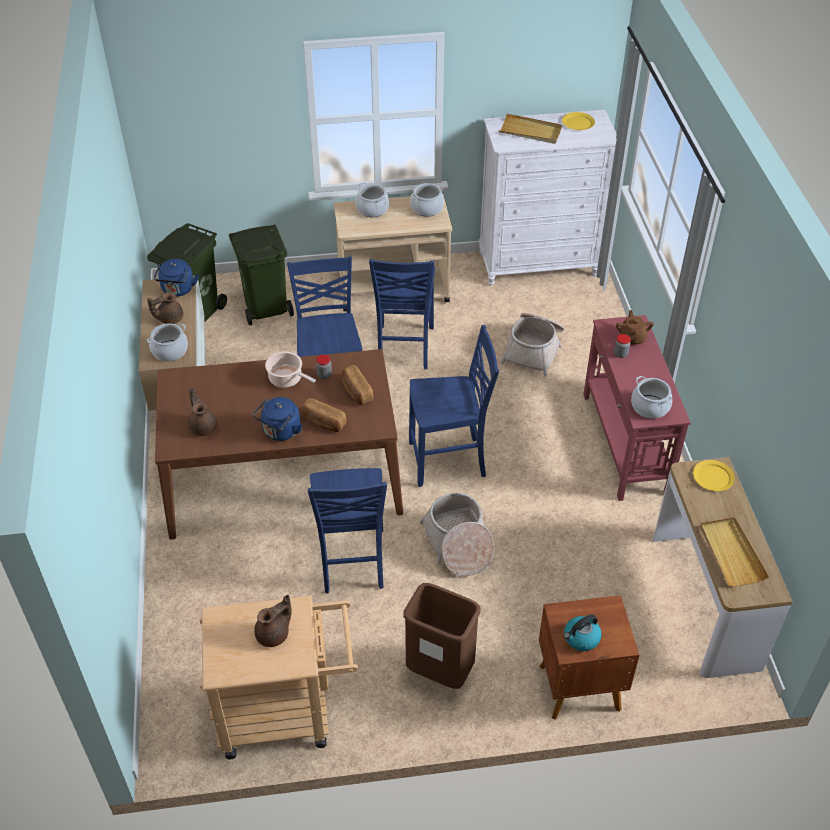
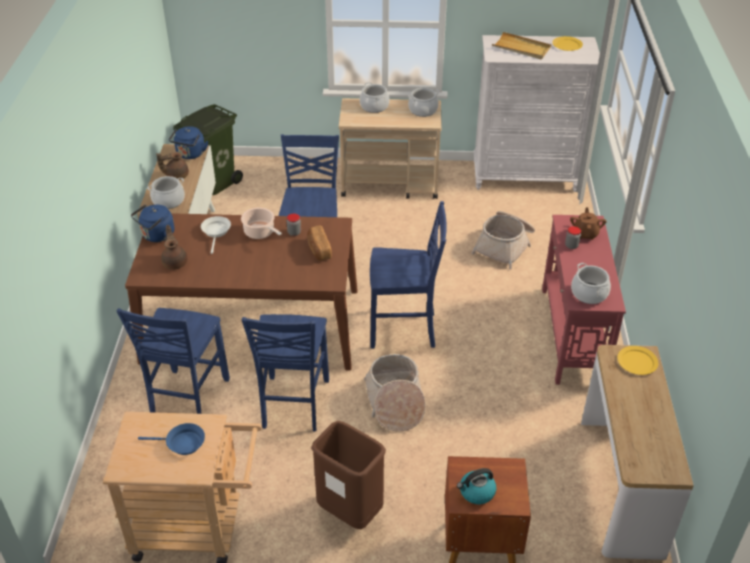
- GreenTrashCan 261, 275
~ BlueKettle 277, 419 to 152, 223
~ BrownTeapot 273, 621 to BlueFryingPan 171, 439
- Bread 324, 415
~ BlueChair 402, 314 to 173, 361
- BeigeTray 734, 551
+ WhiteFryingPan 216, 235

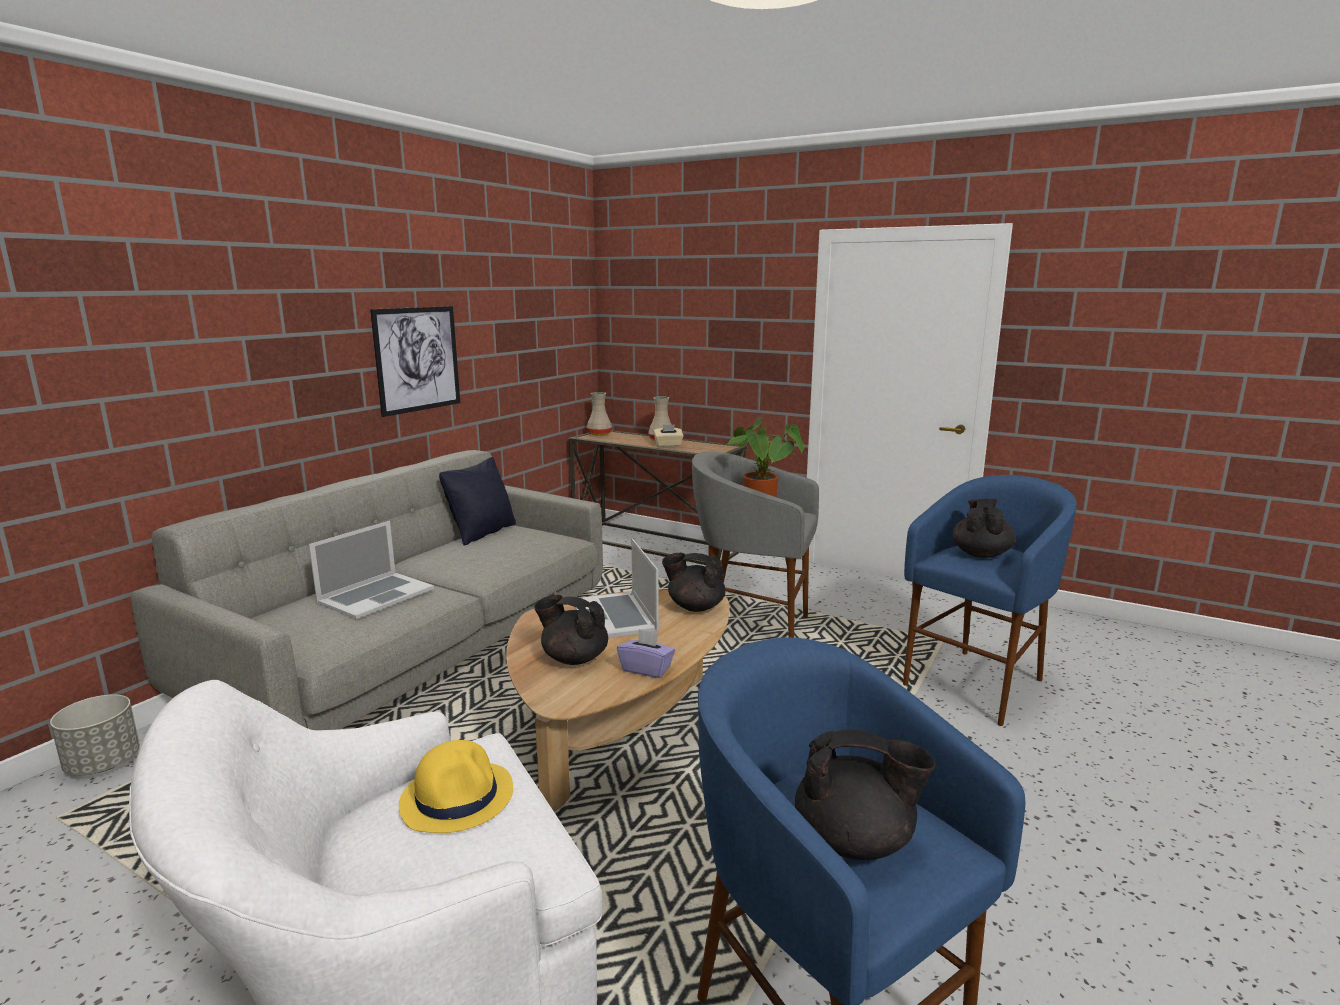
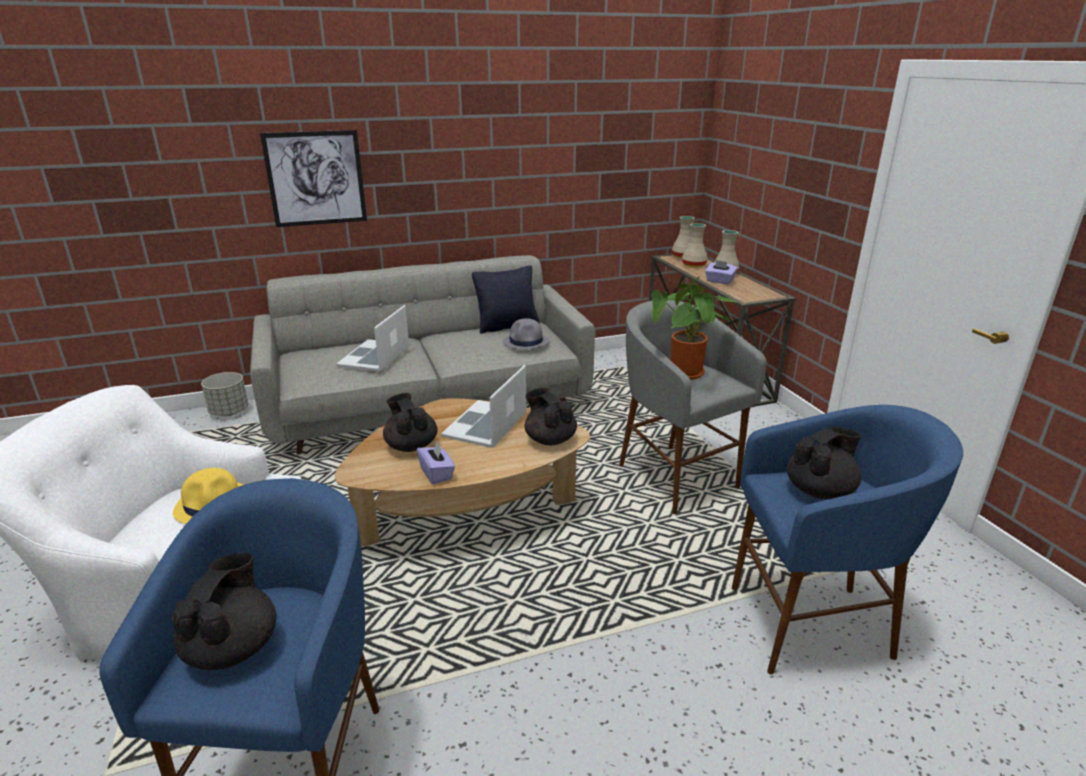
~ Laptop 371, 570 = 372, 338 120 degrees clockwise
~ Picture 415, 361 to 313, 178
~ BeigeTissueBox 668, 435 to PurpleTissueBox 721, 272
~ BlackTeapot 865, 794 = 223, 611 135 degrees counterclockwise
+ GreyHat 526, 334
+ BeigeVase 695, 245

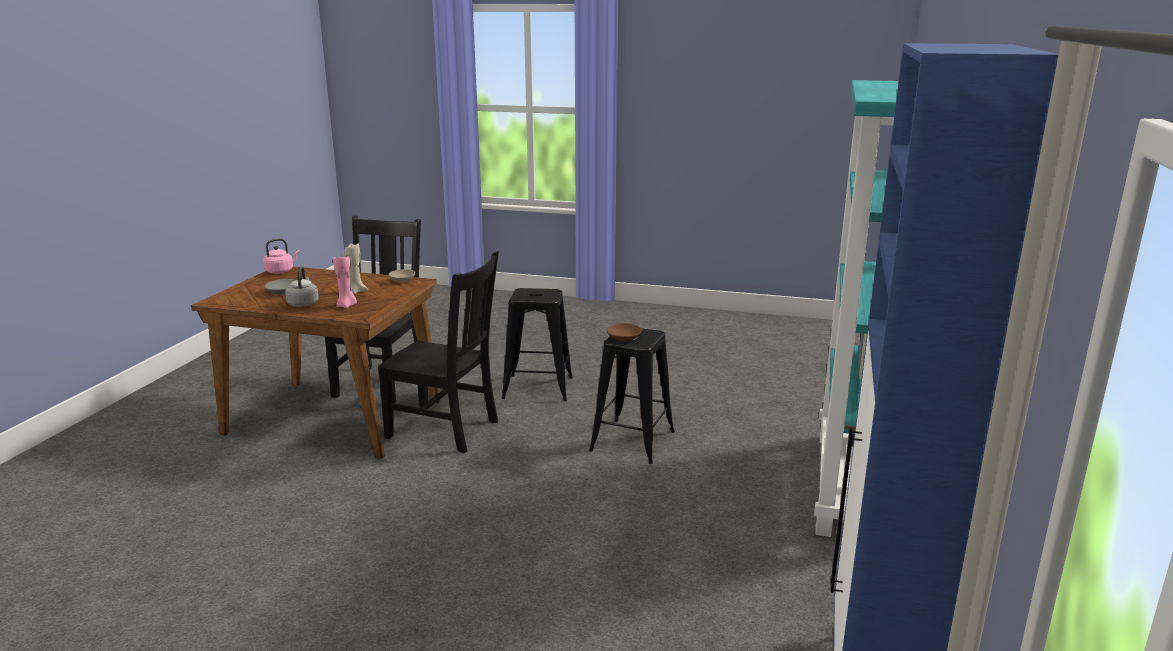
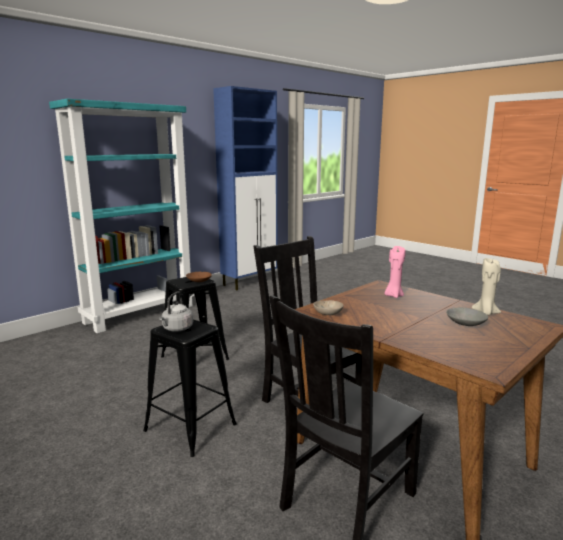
- PinkKettle 281, 256
~ GreyKettle 302, 286 to 176, 312
~ BeigeCandle 356, 268 to 486, 286

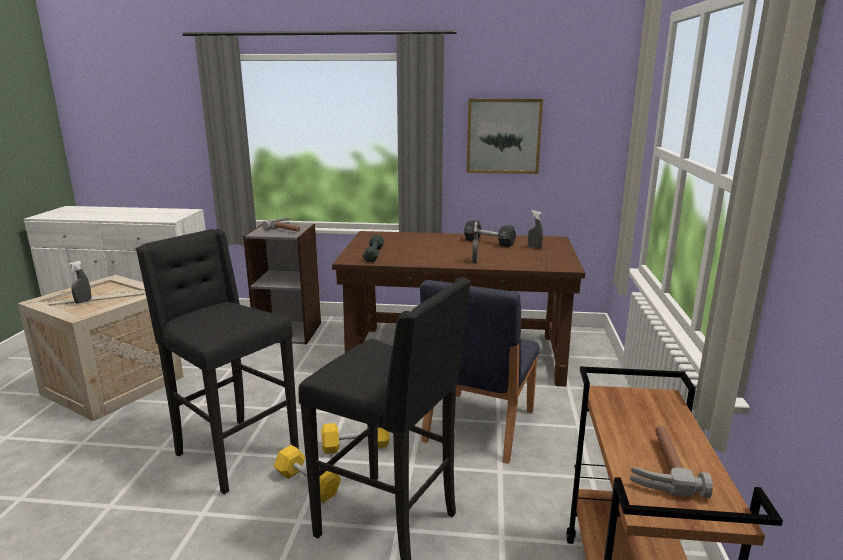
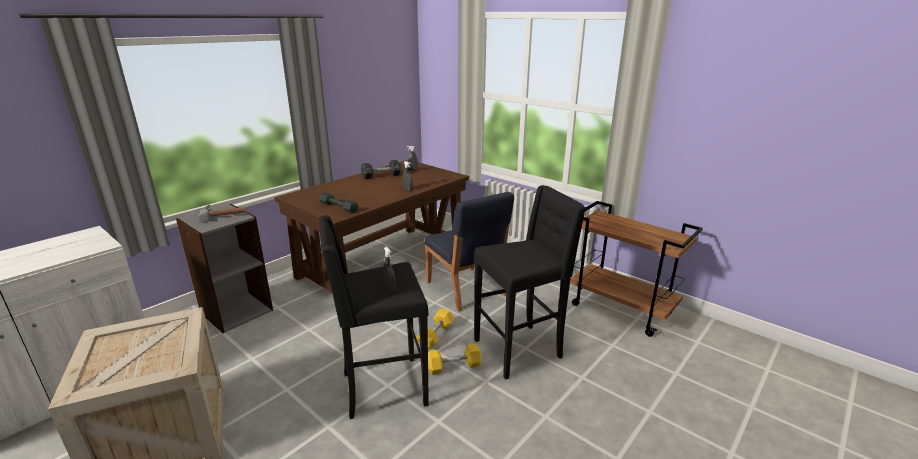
~ GreySprayBottle 80, 282 to 389, 269
- Picture 505, 136
- Hammer 671, 462

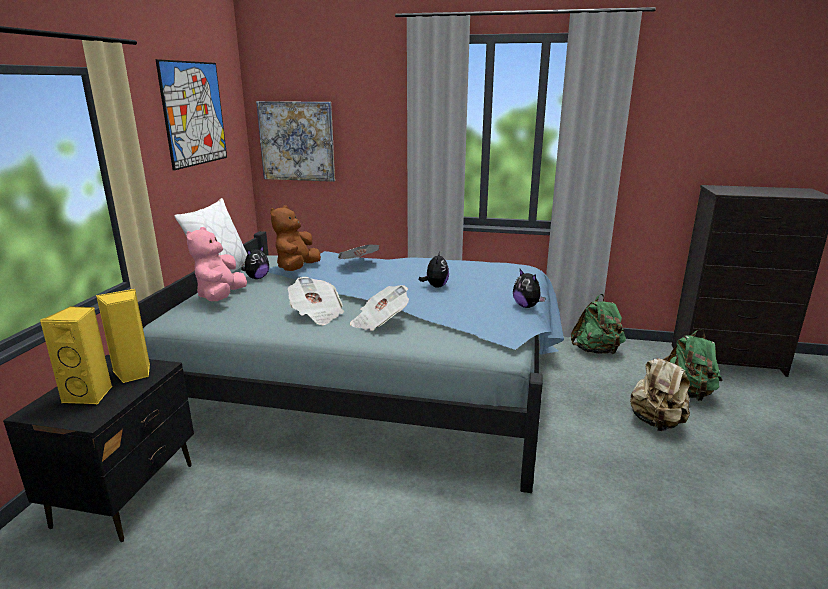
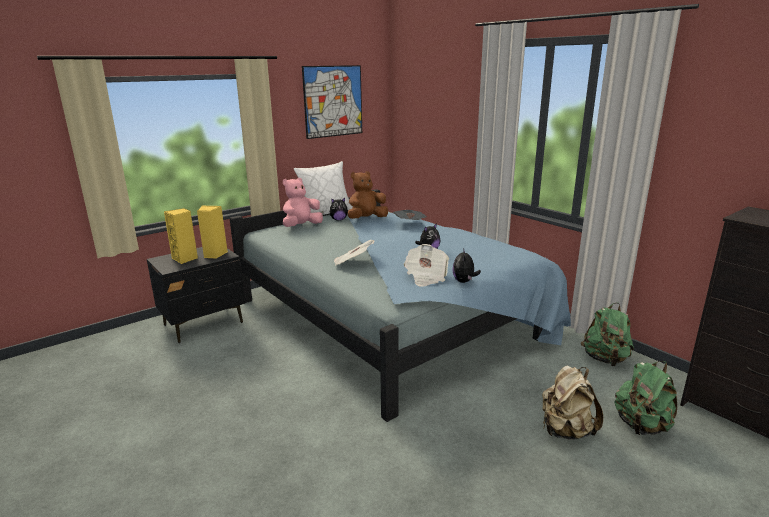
- Picture 295, 141
~ Newspaper 316, 301 to 426, 265

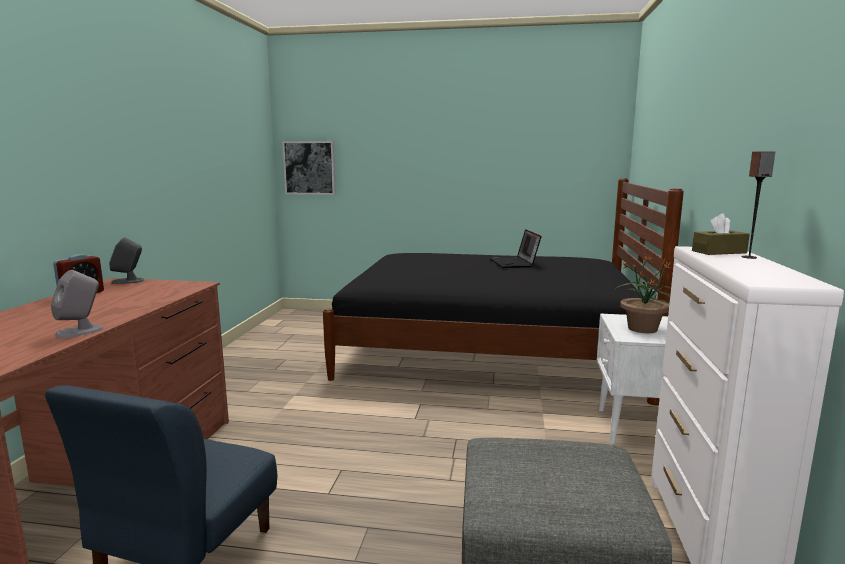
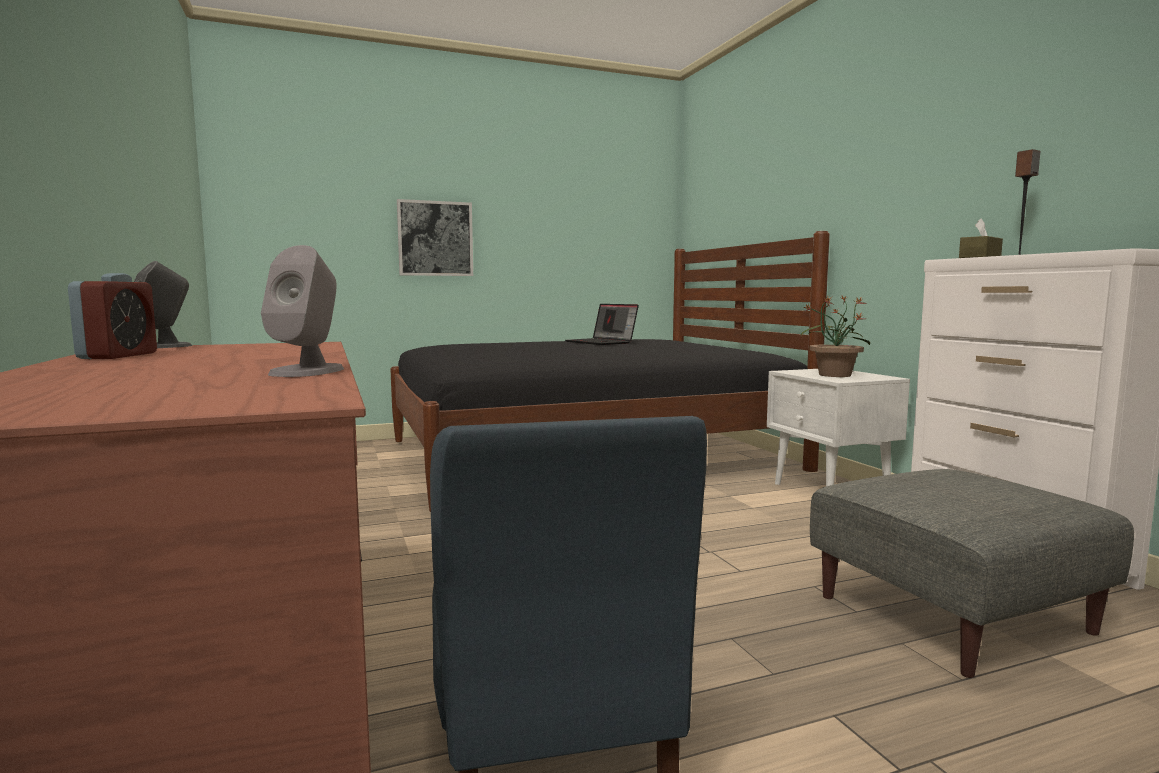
~ Picture 309, 168 to 435, 237

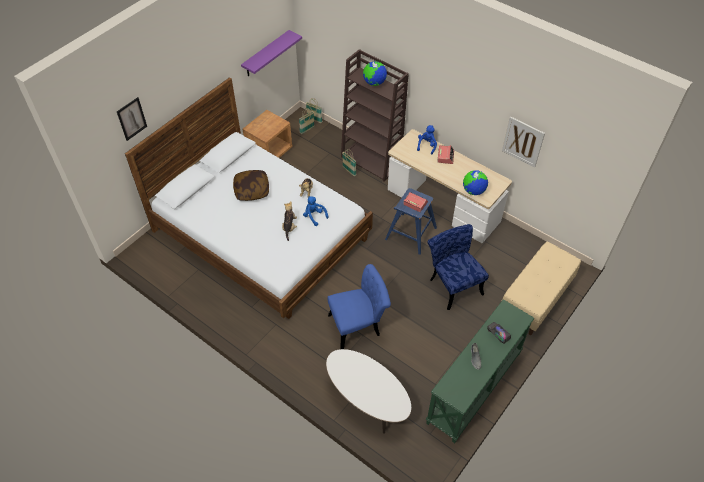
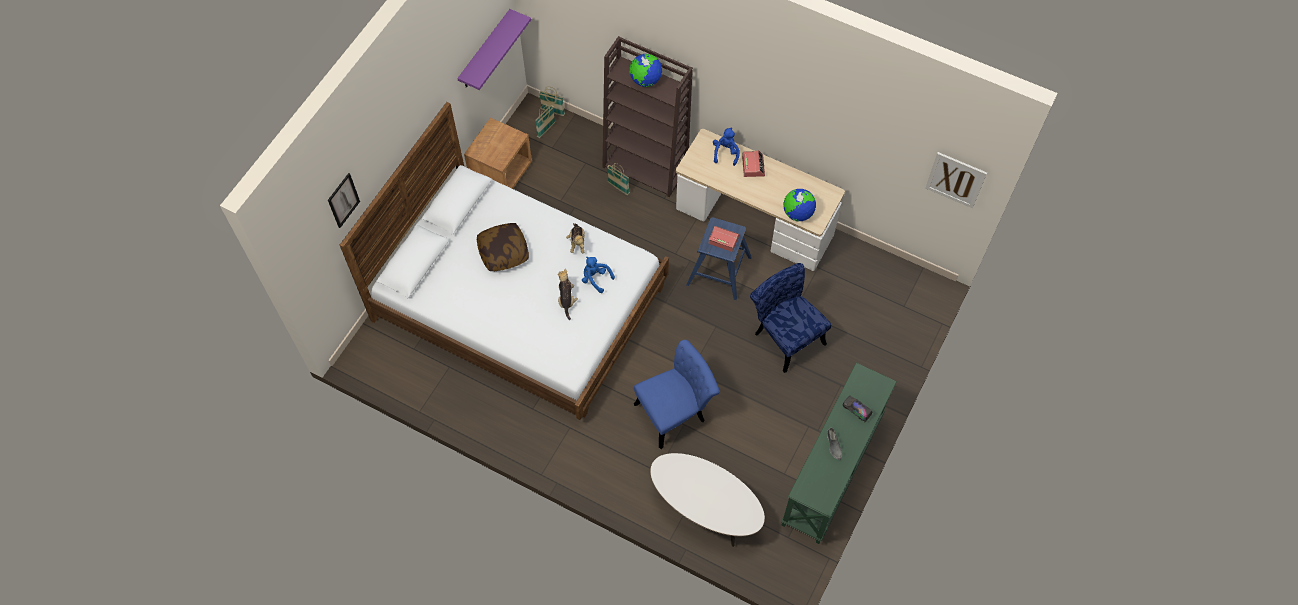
~ Picture 523, 141 to 956, 180
- BeigeBench 541, 288

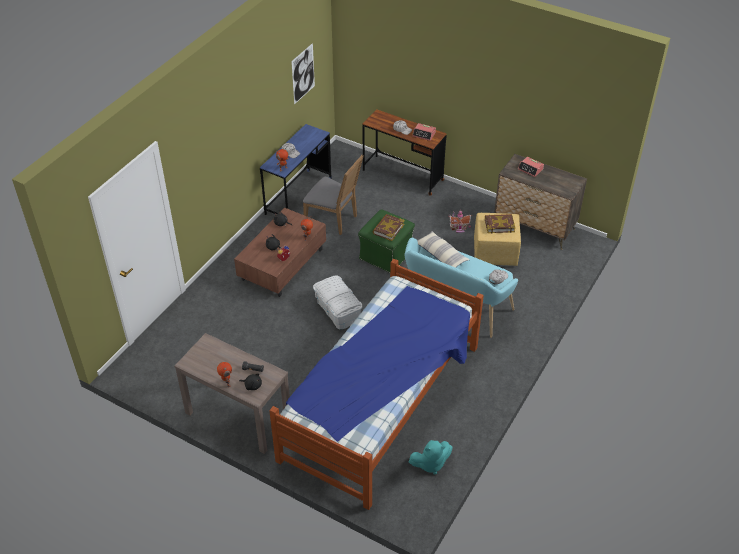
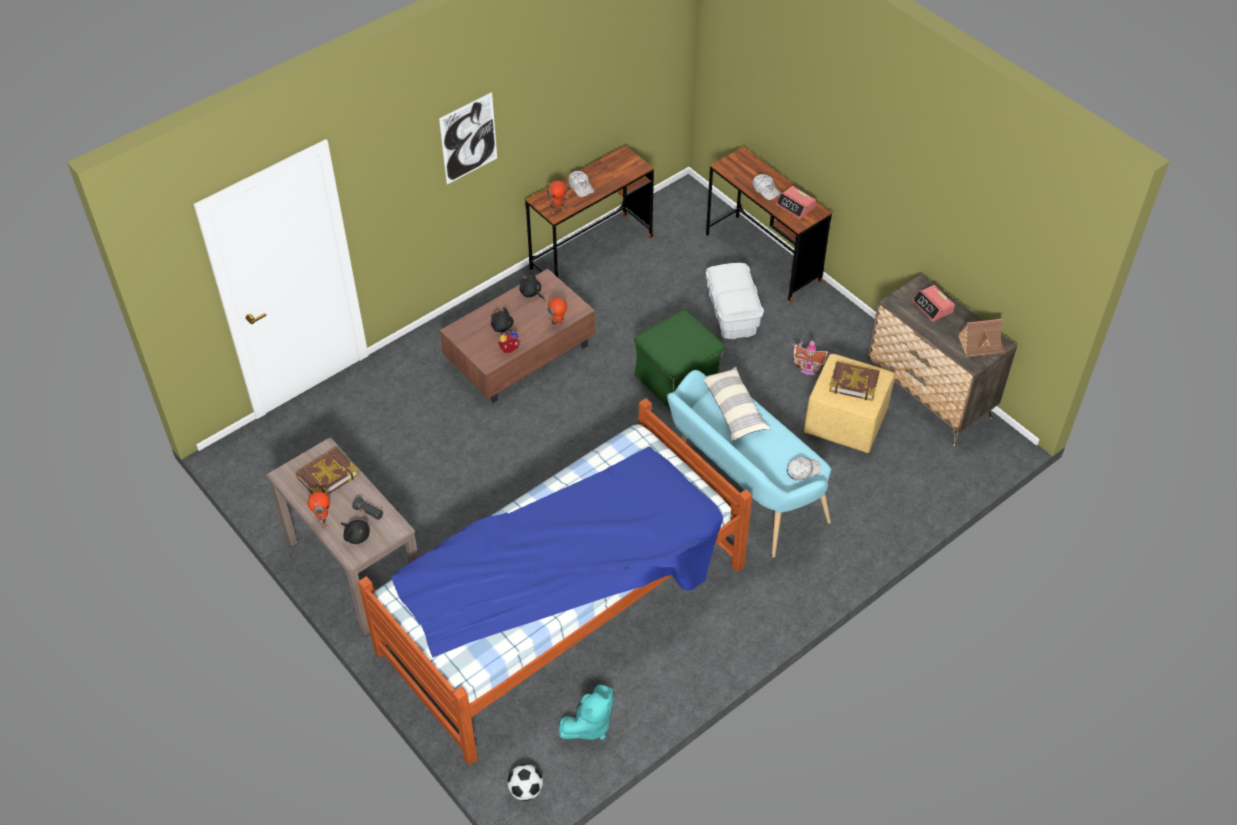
~ BlueDesk 296, 169 to BrownDesk 589, 211
~ Picture 303, 73 to 468, 138
- GreyChair 333, 195
~ WhiteStorageBox 337, 302 to 735, 301
~ Book 388, 227 to 327, 471
~ TurquoisePlushToy 431, 457 = 586, 712 45 degrees counterclockwise
+ Football 525, 782
+ ToyHouse 981, 337

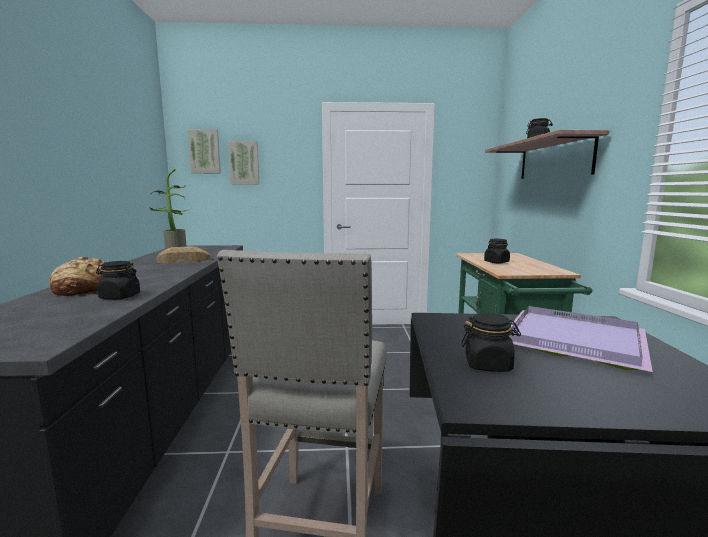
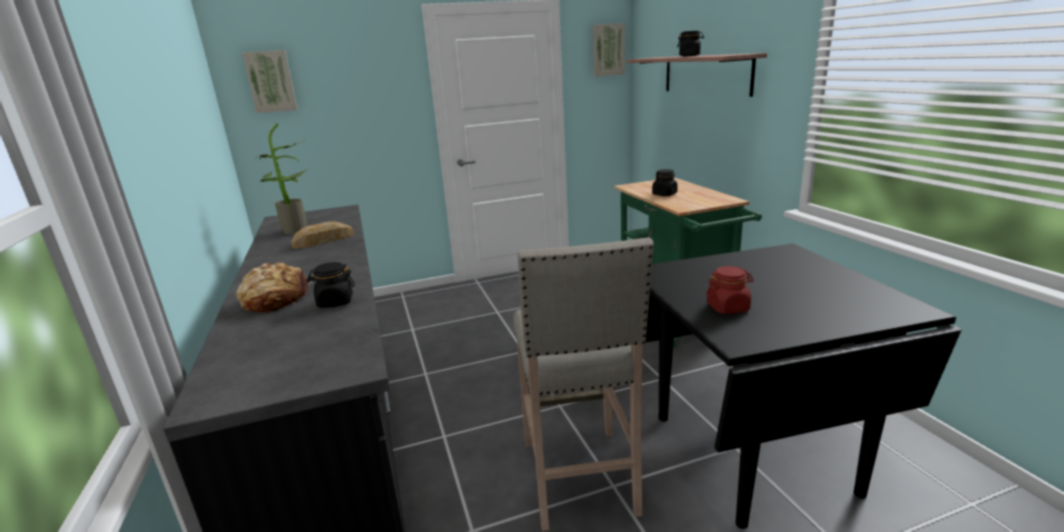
~ Picture 243, 162 to 609, 50
~ BlackJar 491, 342 to RedJar 730, 290
- PurpleTray 581, 339

